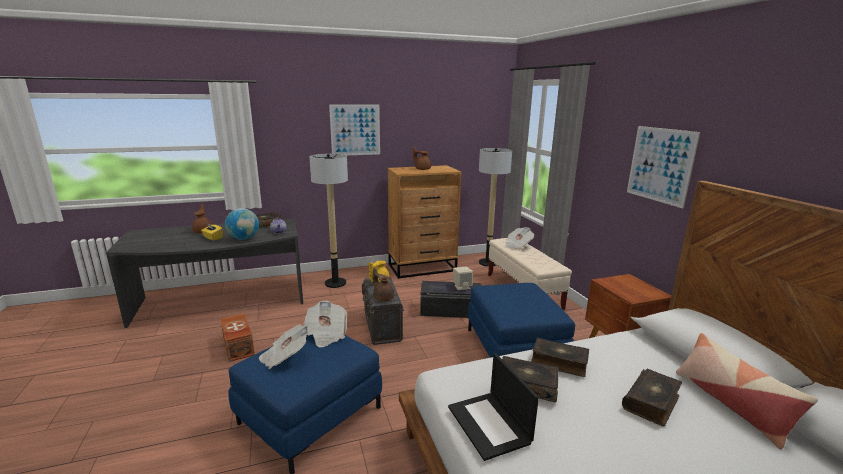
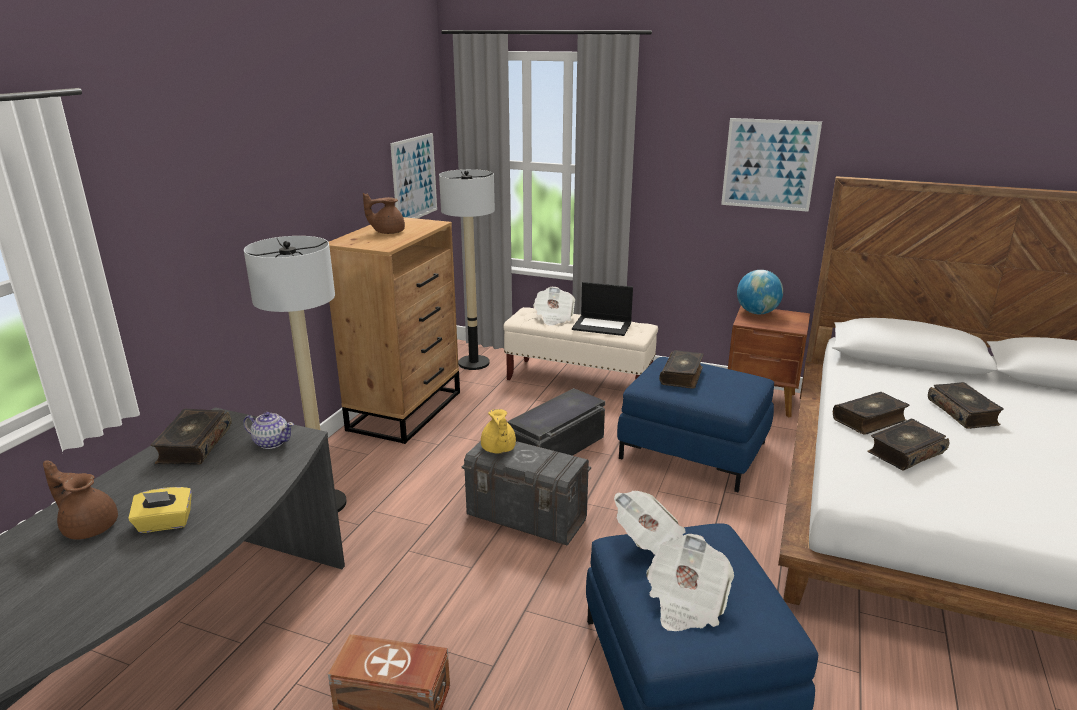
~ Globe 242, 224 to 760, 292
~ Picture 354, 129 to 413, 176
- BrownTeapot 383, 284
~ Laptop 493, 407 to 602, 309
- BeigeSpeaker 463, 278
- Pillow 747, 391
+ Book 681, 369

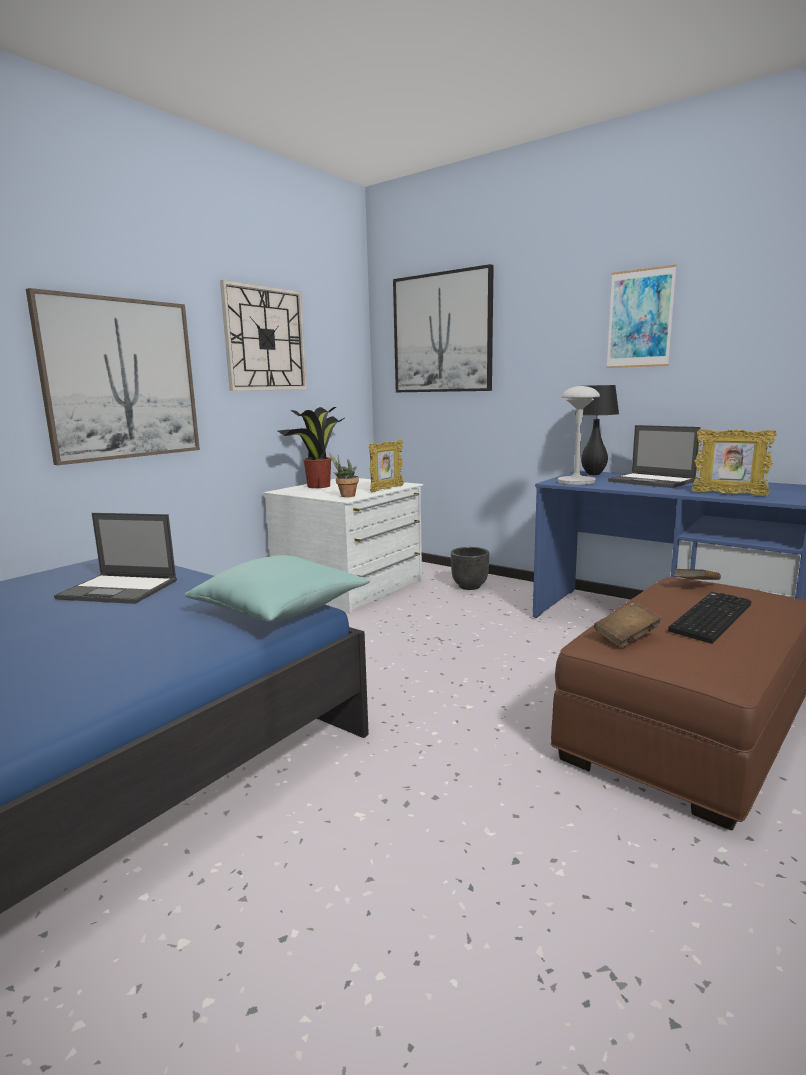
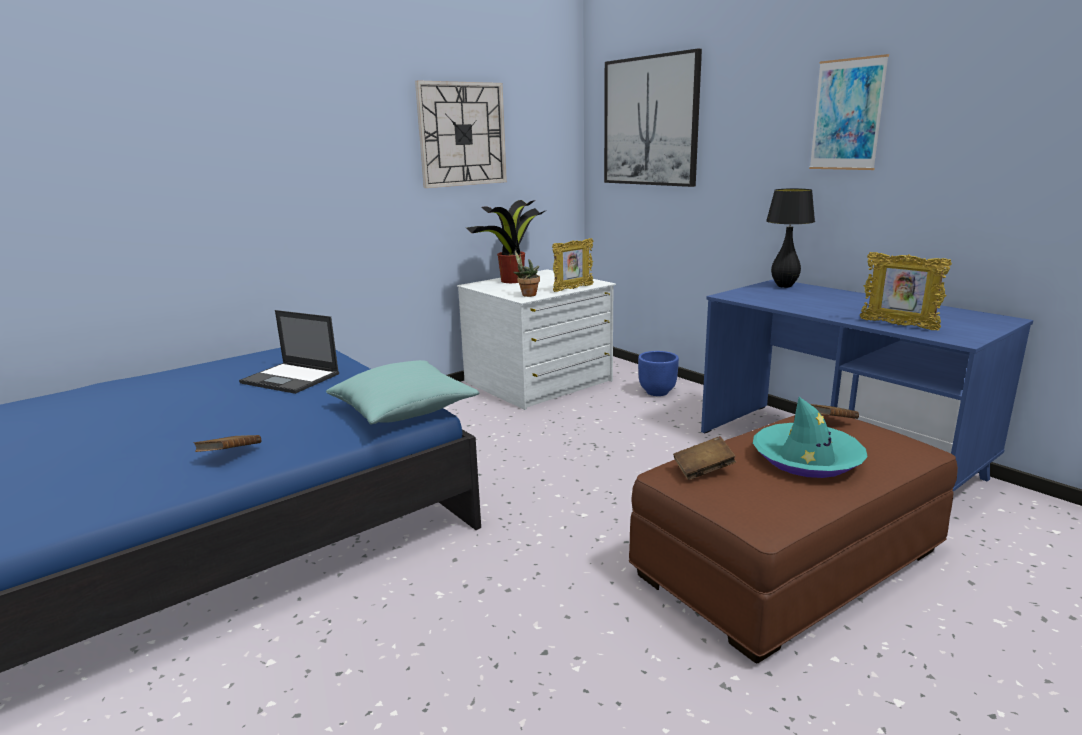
- Picture 113, 376
~ BlackPlanter 470, 568 to BluePlanter 658, 373
- GreyTableLamp 578, 435
- Laptop 654, 456
~ Keyboard 709, 618 to TurquoiseHat 810, 437
+ BrownBook 227, 443

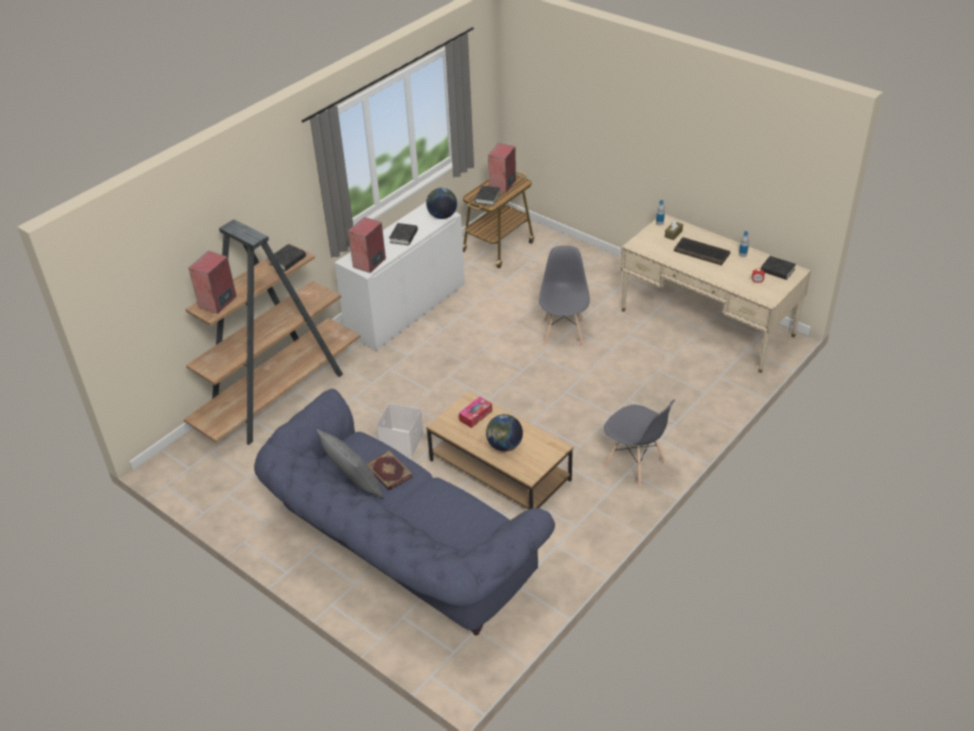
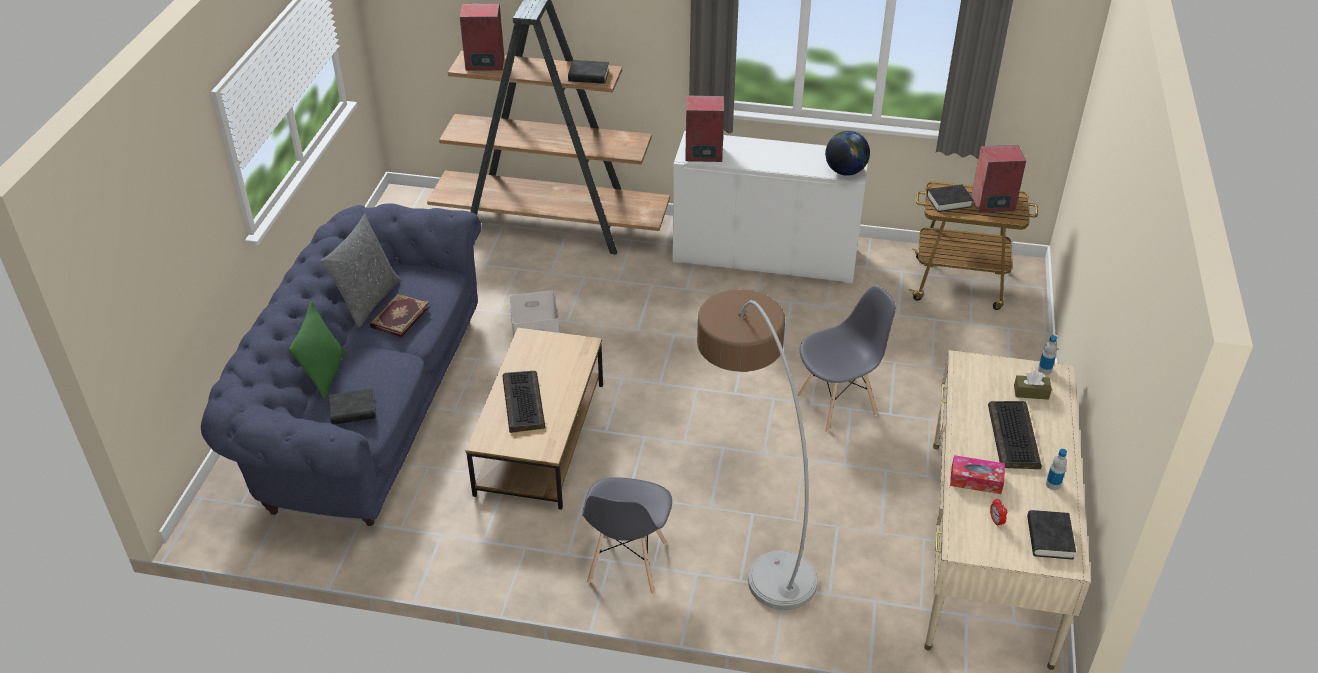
~ BlackBook 403, 234 to 352, 406
~ TissueBox 475, 412 to 977, 474
~ Globe 504, 432 to Keyboard 523, 402
+ GreenPillow 317, 351
+ FloorLamp 757, 449

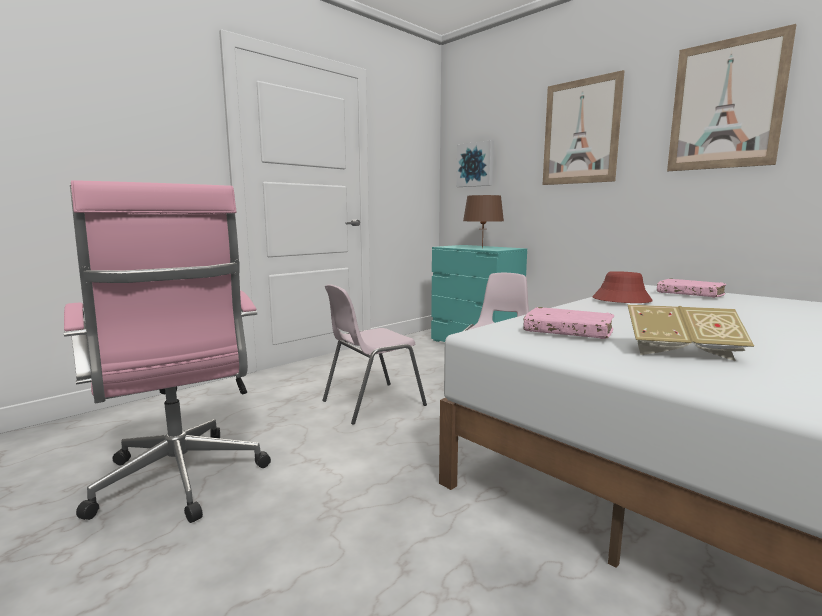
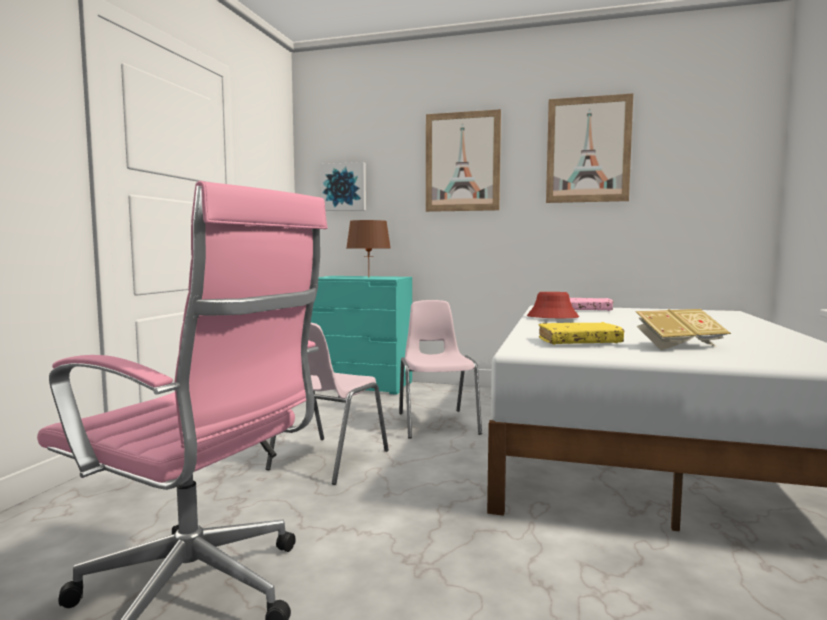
~ PinkBook 568, 323 to YellowBook 581, 333

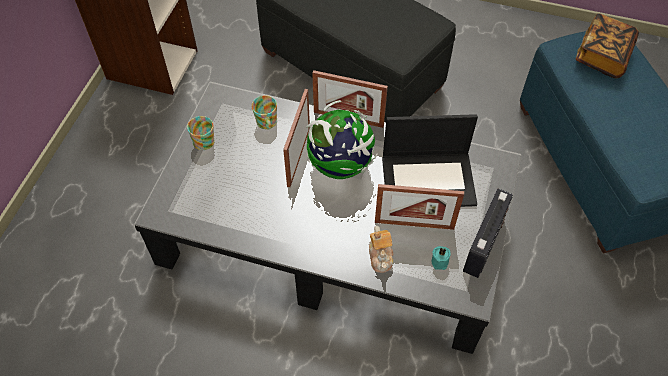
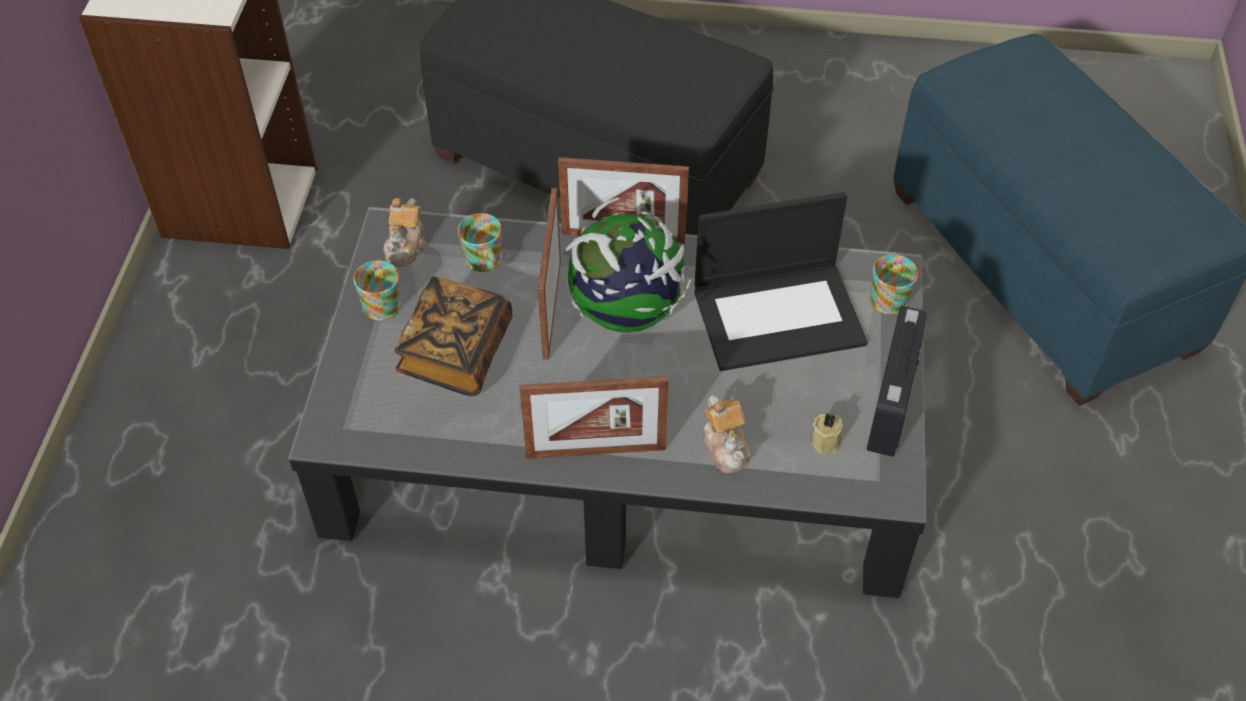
~ PictureFrame 419, 207 to 594, 417
~ TurquoiseCandle 441, 258 to BeigeCandle 827, 433
~ Book 607, 45 to 453, 336
+ Teapot 405, 232
+ Mug 893, 284

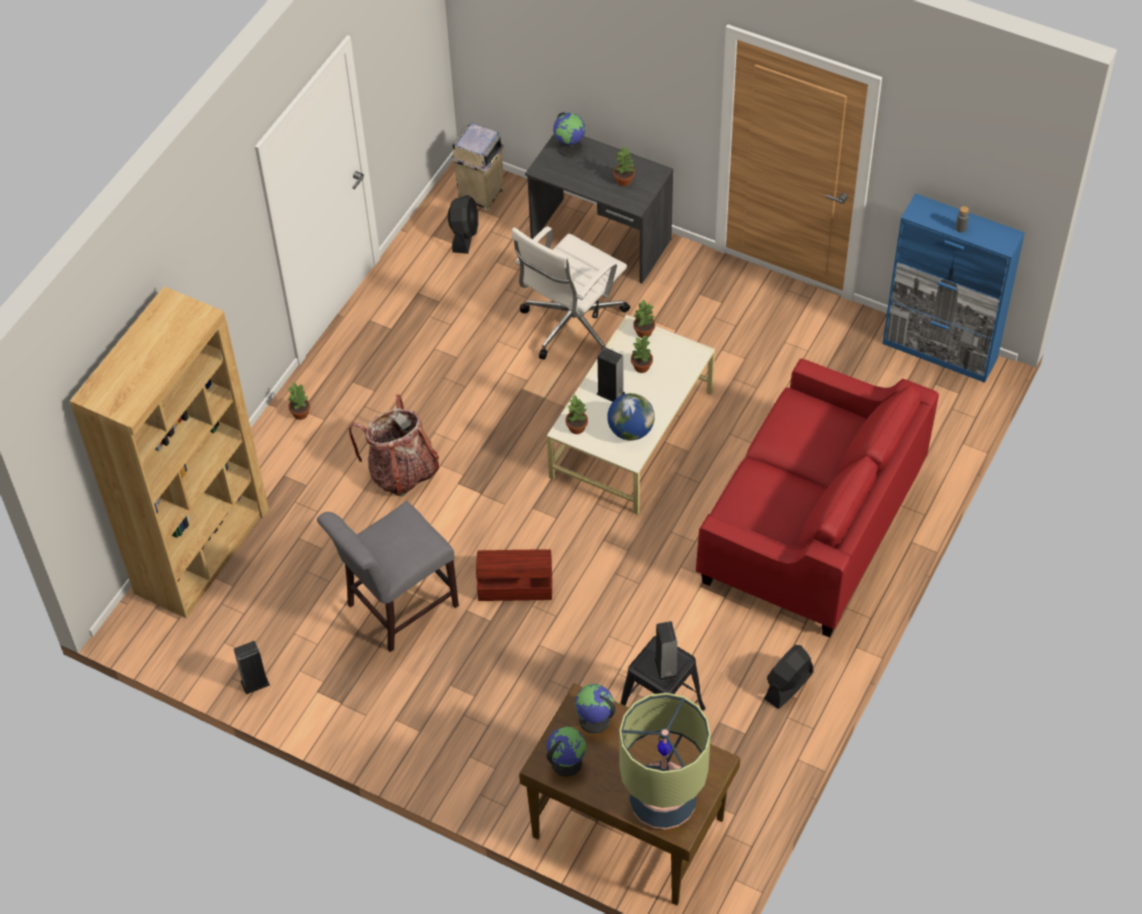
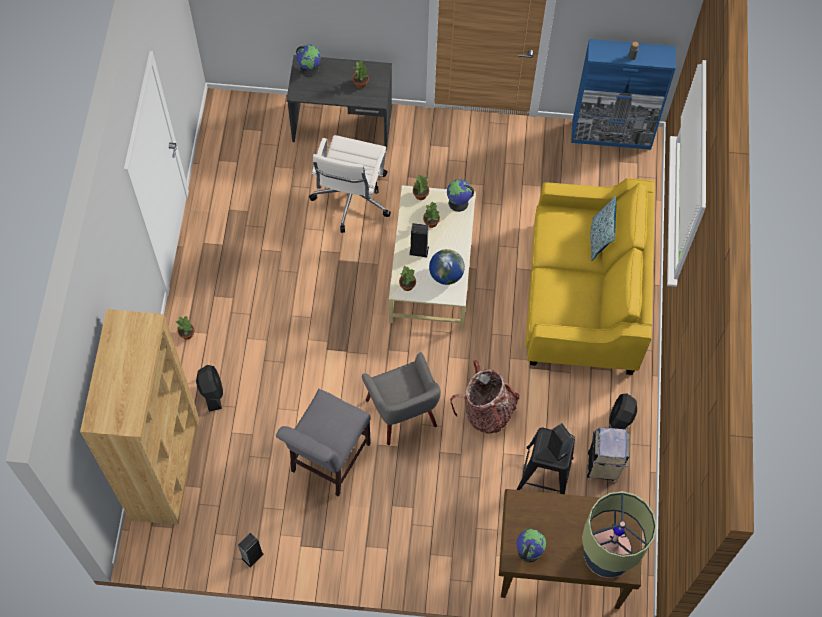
~ Backpack 394, 445 to 485, 397
~ BlackFan 463, 224 to 209, 388
~ BeigeTrashCan 478, 167 to 608, 454
~ BrownStorageBox 514, 575 to GreyArmchair 401, 398
~ Globe 595, 709 to 460, 195
~ RedSofa 817, 498 to YellowSofa 590, 276
+ Pillow 603, 228

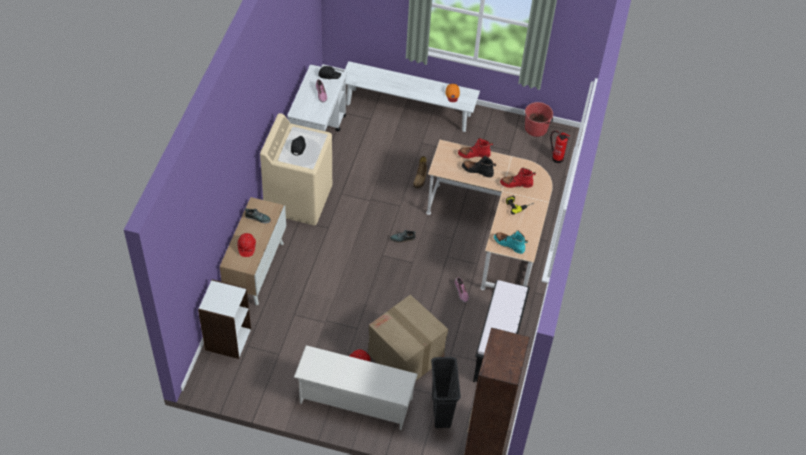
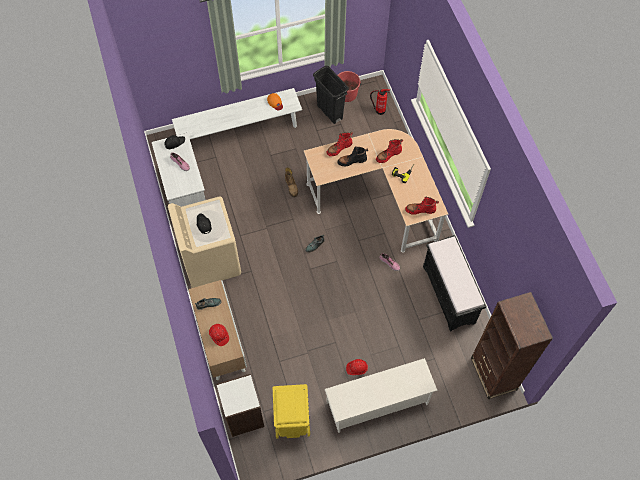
- CardboardBox 408, 337
~ BlackTrashCan 446, 393 to 331, 95
~ TurquoiseBoot 511, 242 to RedBoot 422, 205
+ YellowTrashCan 291, 411

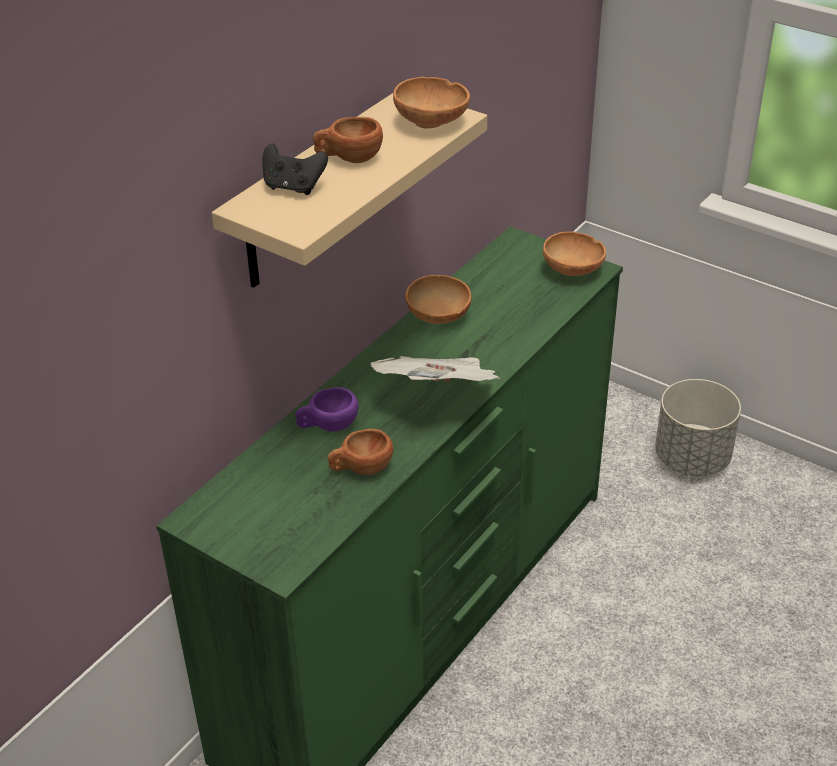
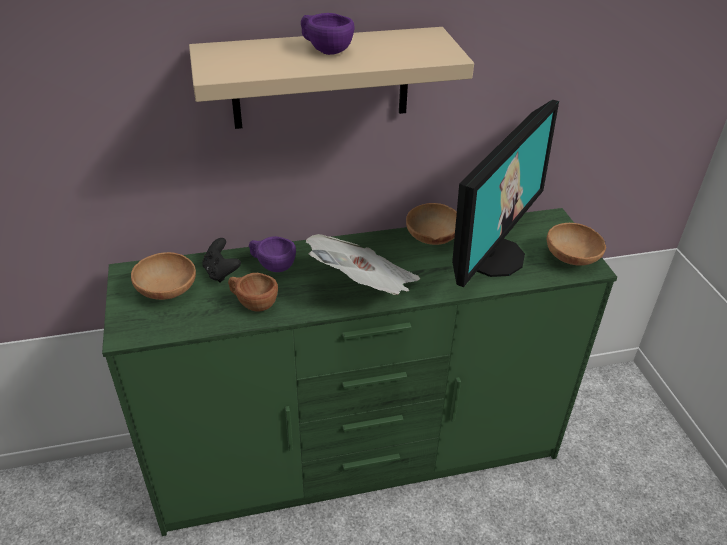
~ BlackGameController 295, 169 to 221, 260
~ BrownCup 348, 140 to PurpleCup 327, 34
~ BrownBowl 431, 103 to 163, 276
- GreyPlanter 698, 427
+ Monitor 505, 193

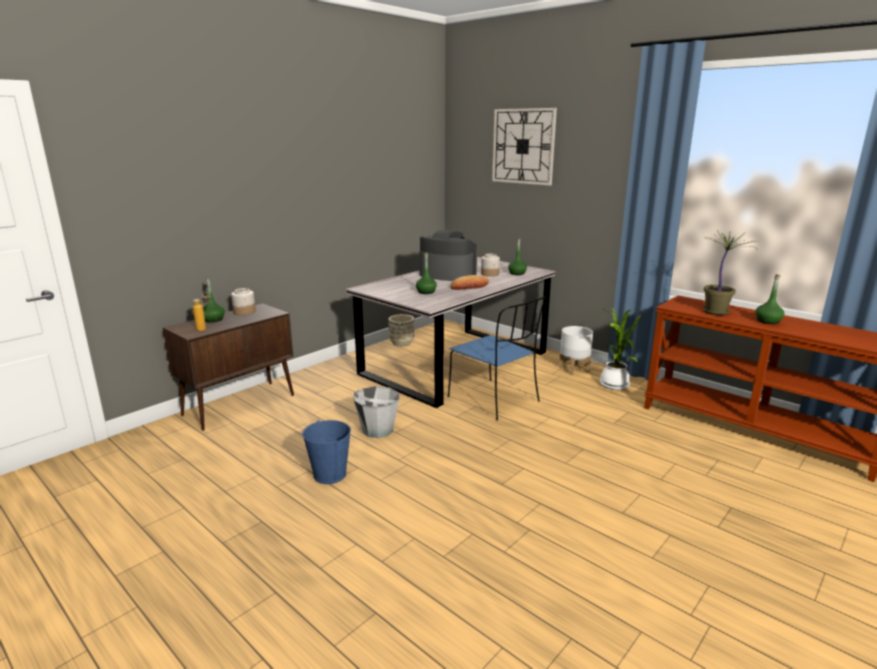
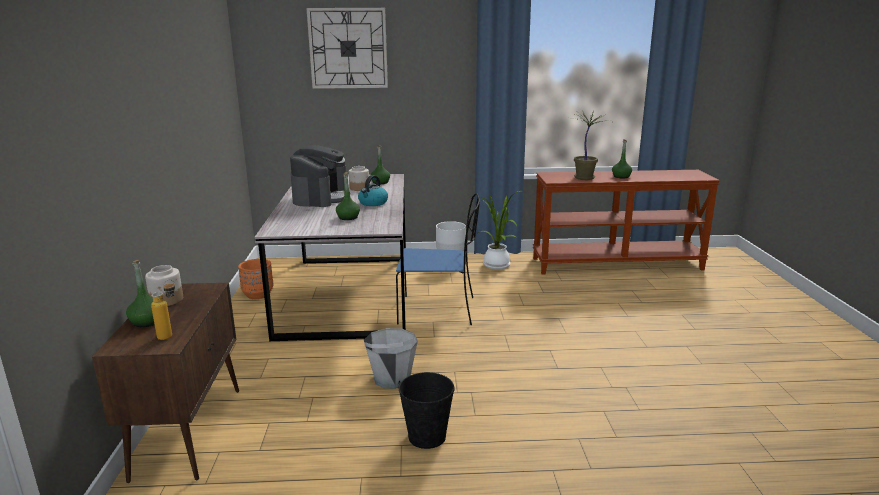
~ BlueBucket 326, 451 to BlackBucket 426, 410
~ BeigePlanter 401, 330 to OrangePlanter 255, 279
~ CoffeeMachine 448, 255 = 320, 176 120 degrees clockwise
~ Bread 470, 282 to Kettle 373, 190

